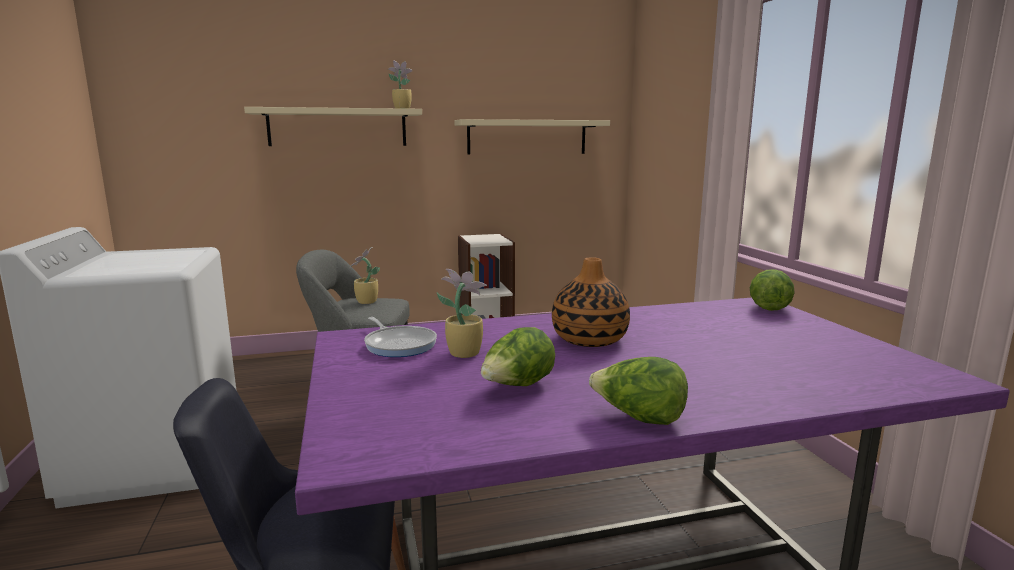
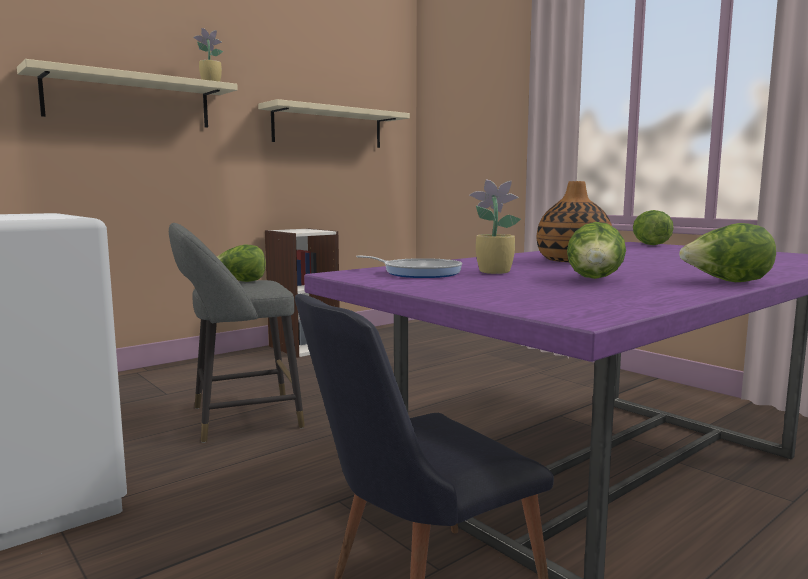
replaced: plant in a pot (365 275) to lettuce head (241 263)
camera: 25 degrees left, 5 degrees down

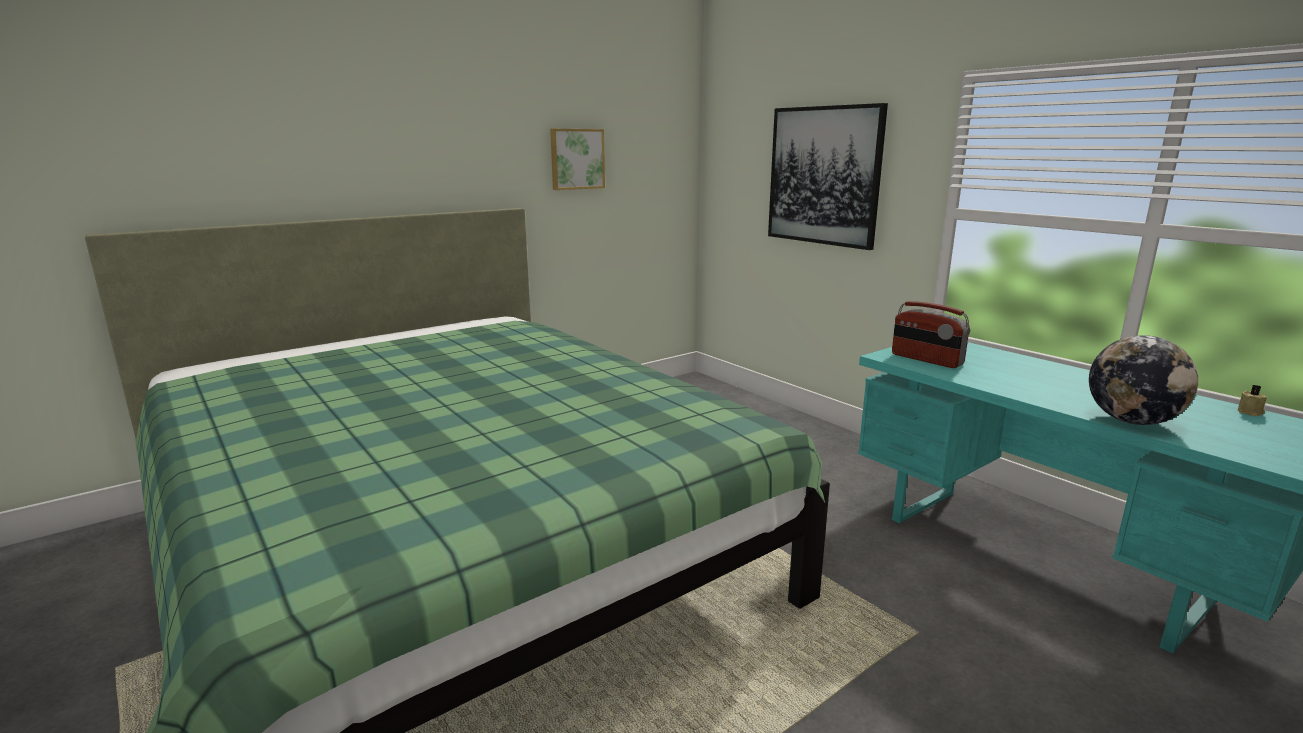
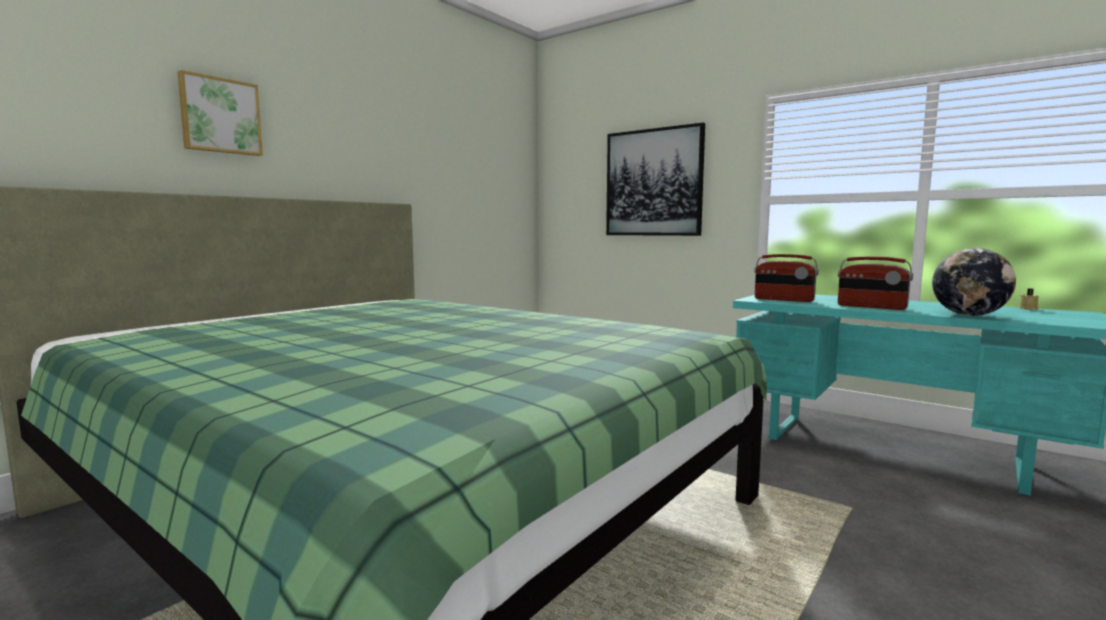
added: radio set (875 283)
moved: picture (577 159) to (220 113)
camera: 15 degrees left, 10 degrees down

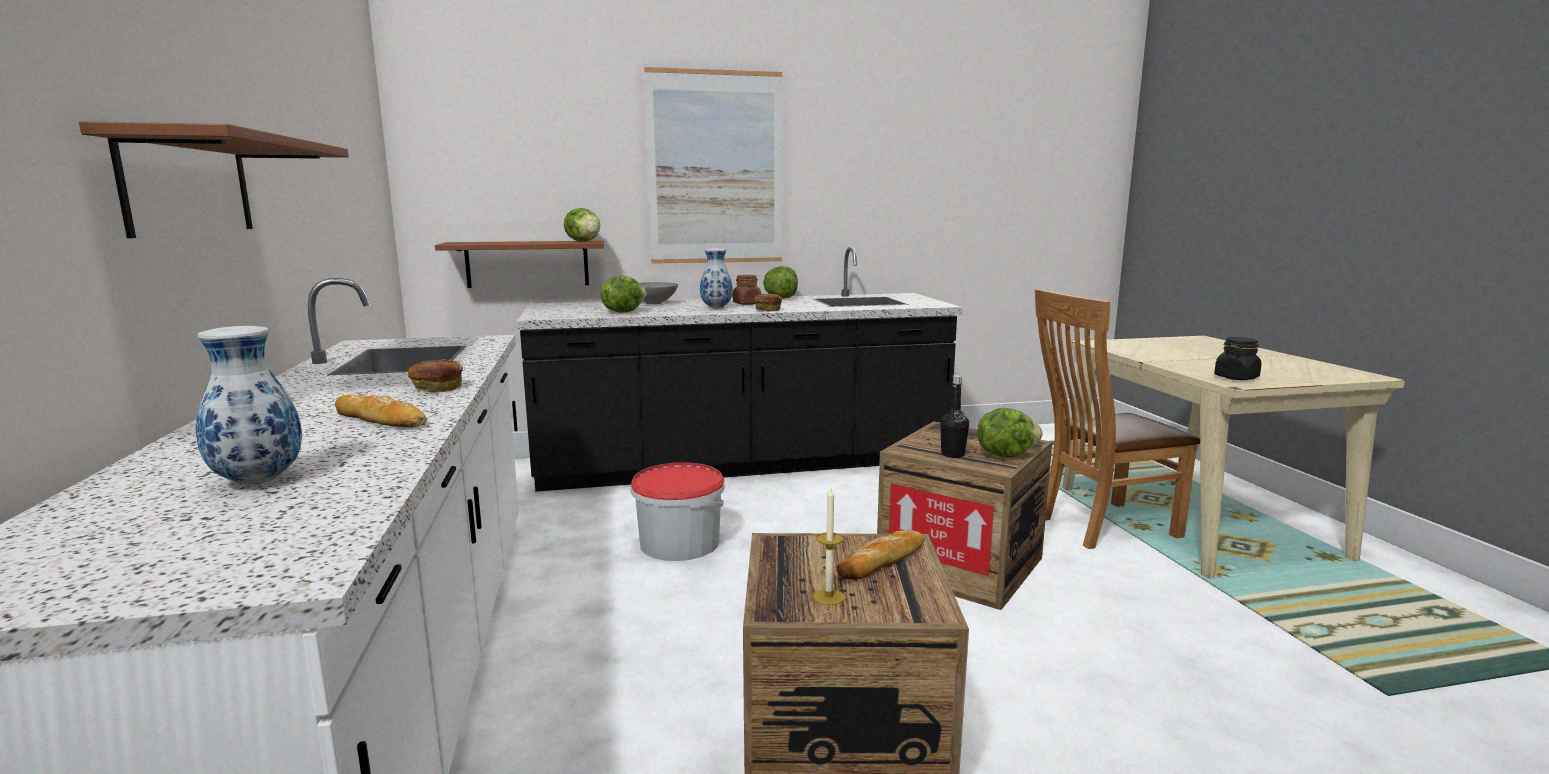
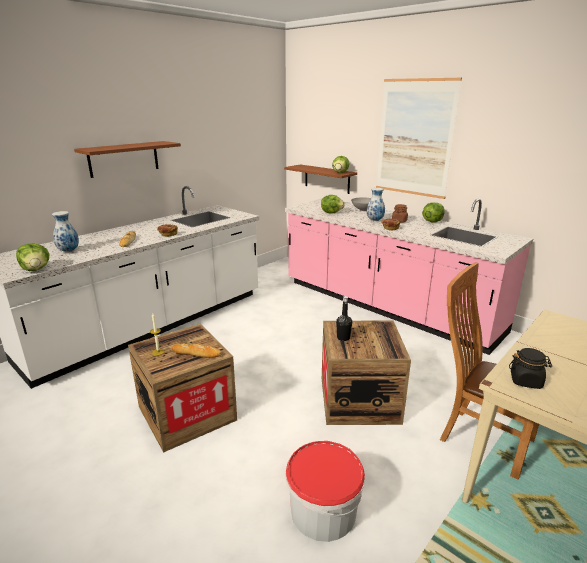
moved: lettuce head (1010 432) to (32 257); pail (678 511) to (325 491)
recoloured: black-coloured kitchen base unit (739 369) to pink kitchen base unit (409 276)
camera: 55 degrees right, 10 degrees up

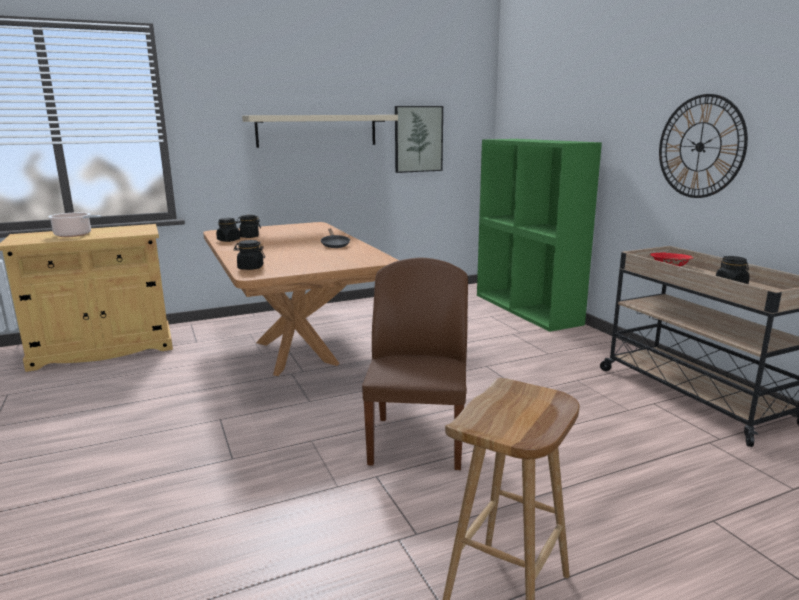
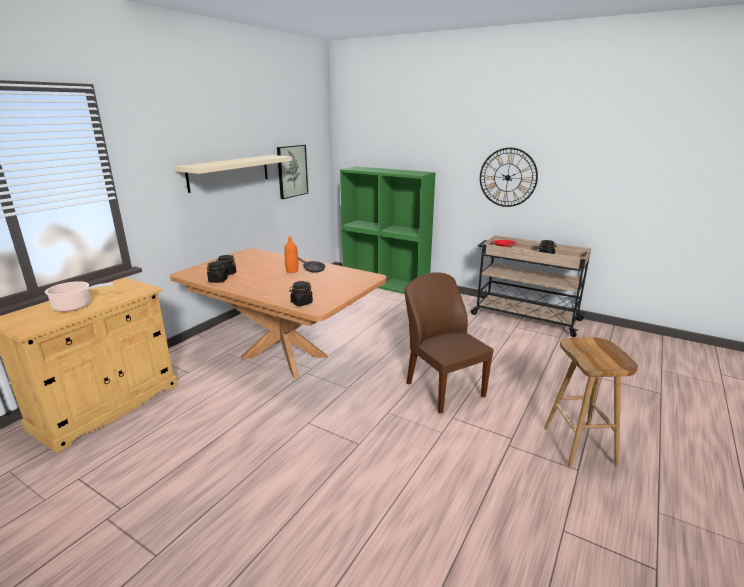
added: orange-coloured beverage bottle (291 255)
camera: 35 degrees left, 5 degrees up

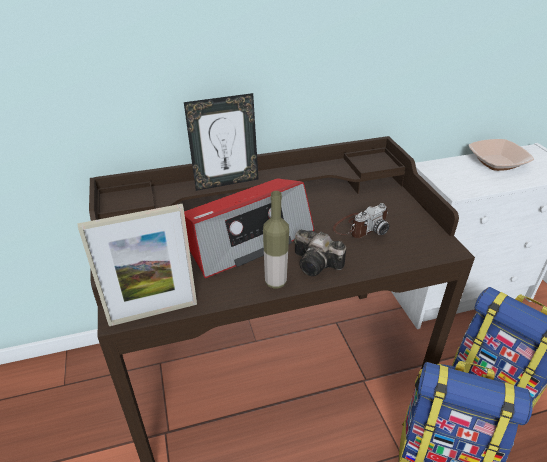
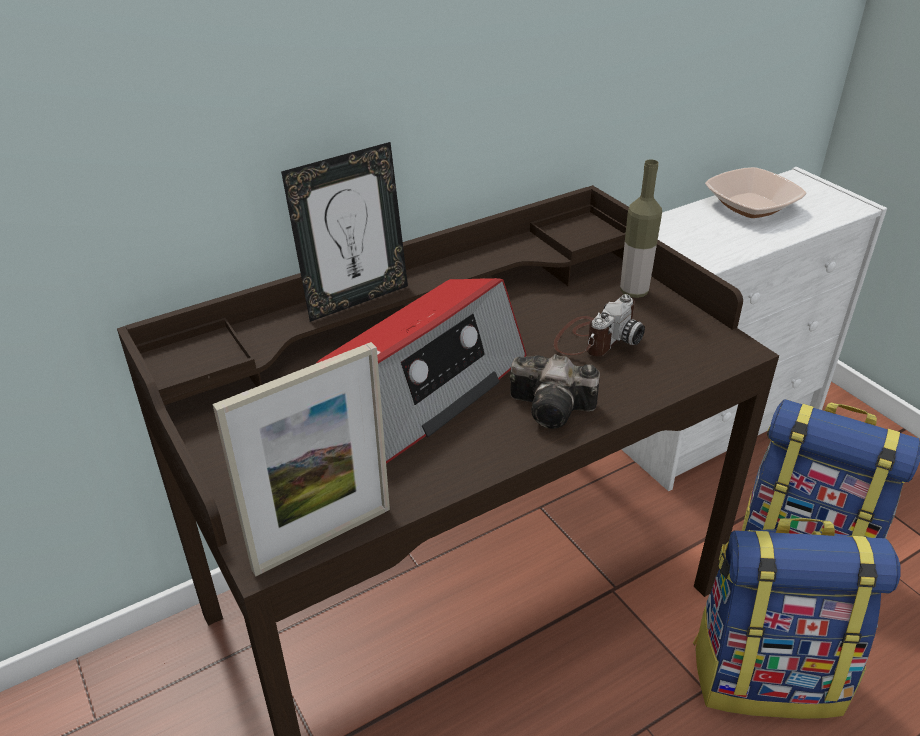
moved: beverage bottle (276 239) to (641 228)
camera: 15 degrees left, 0 degrees up

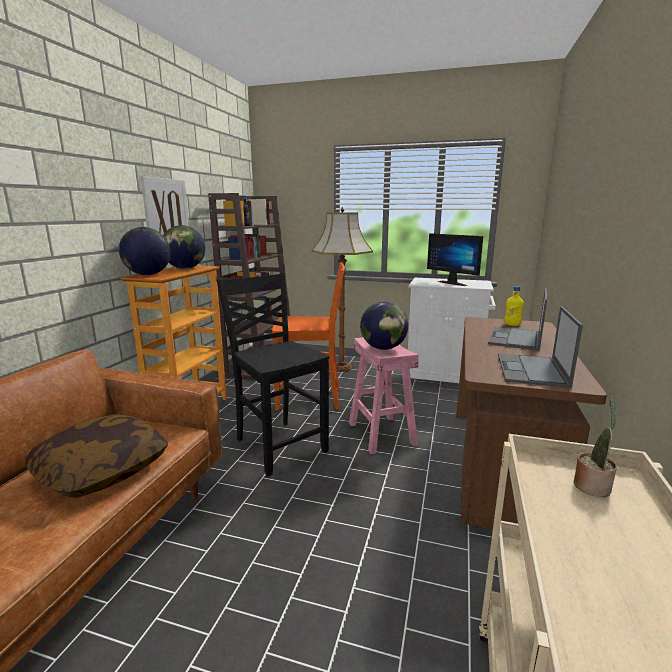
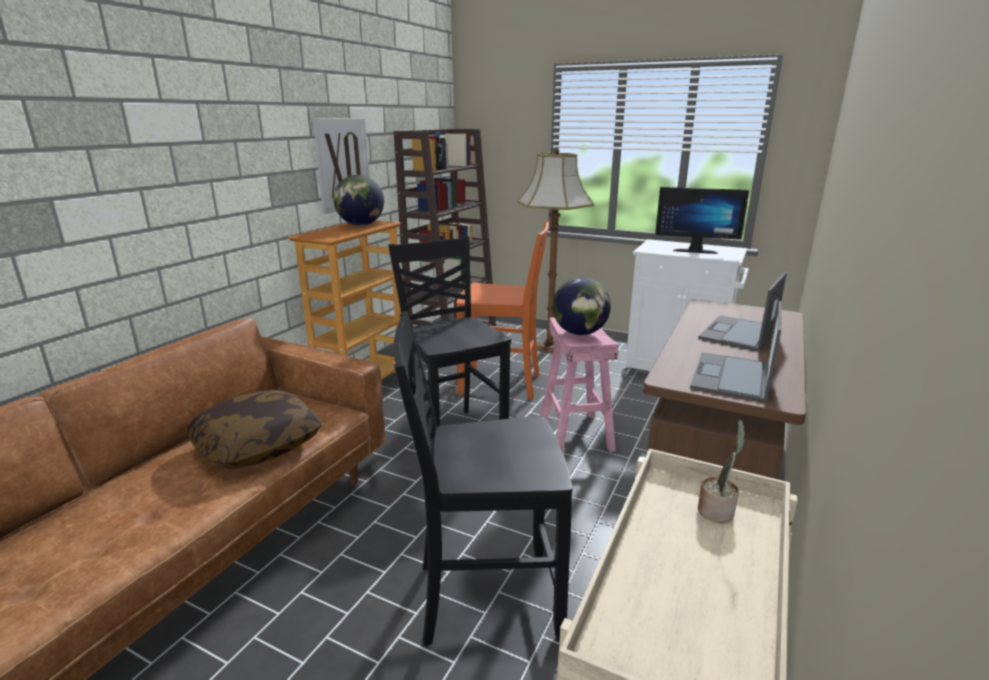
removed: globe (145 251); yellow beverage bottle (514 306)
added: black-coloured upright chair (483 478)
turned: monitor (455 259) = (702 220) 45 degrees counterclockwise
camera: 10 degrees right, 5 degrees up

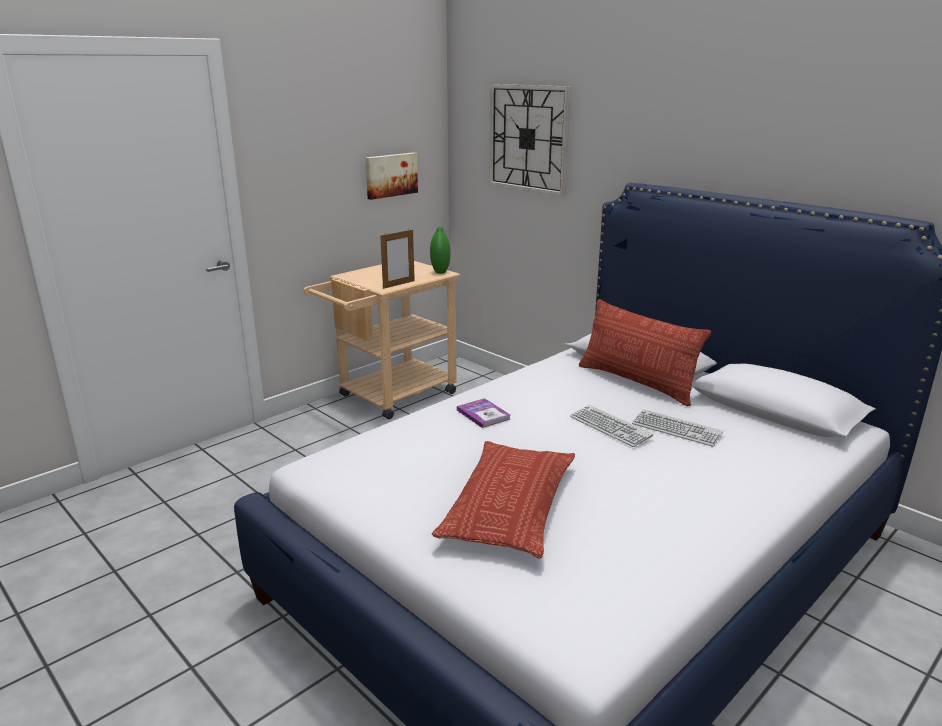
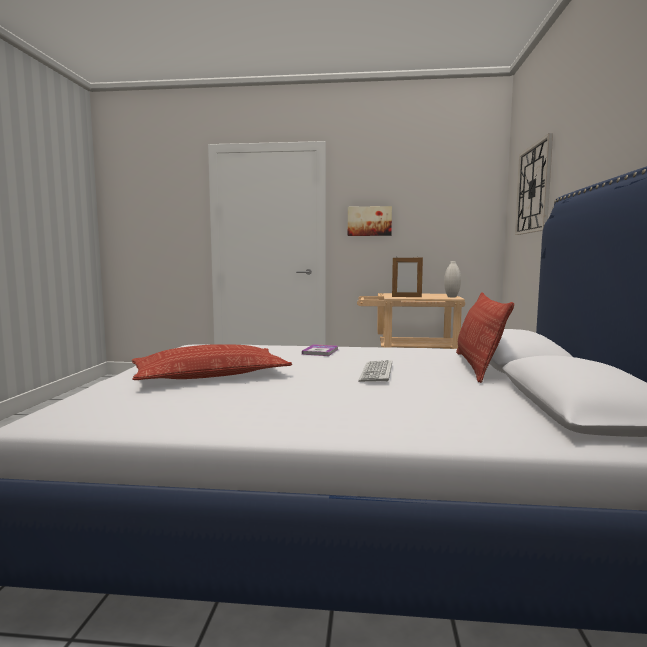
removed: keyboard (677 428)
moved: picture (391 176) to (370 221)
recoloured: greenish flower vase (440 250) to white flower vase (452 279)
camera: 50 degrees right, 15 degrees down

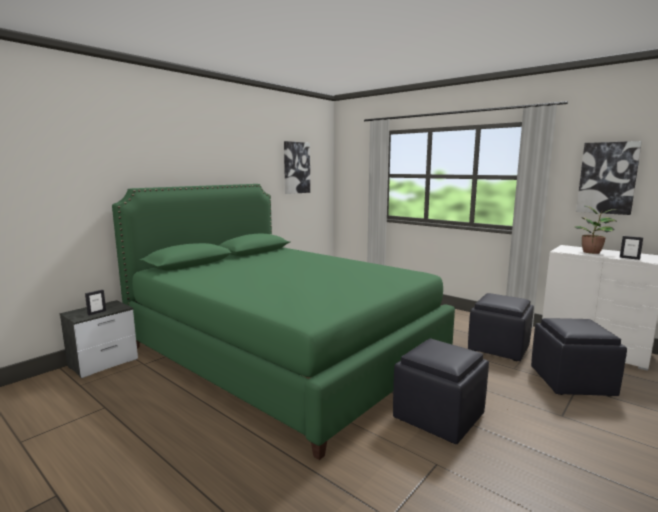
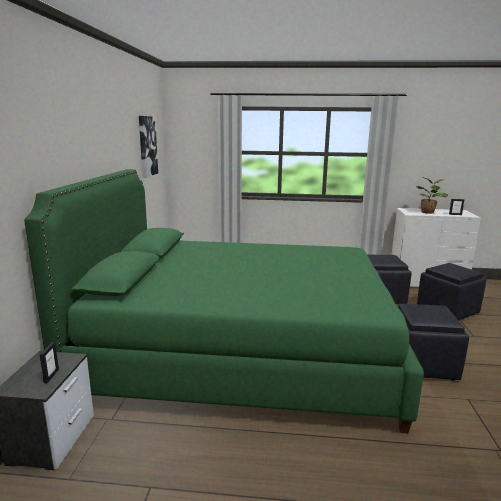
removed: picture (609 178)
camera: 35 degrees left, 5 degrees up

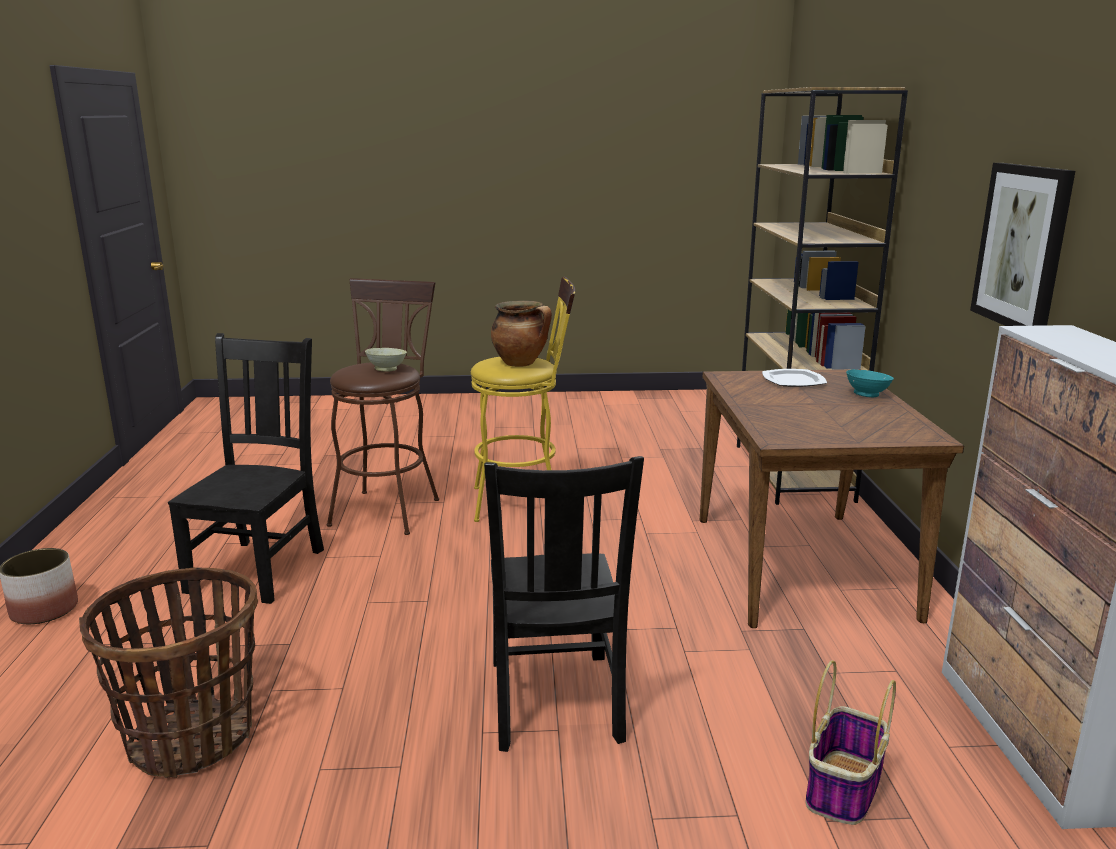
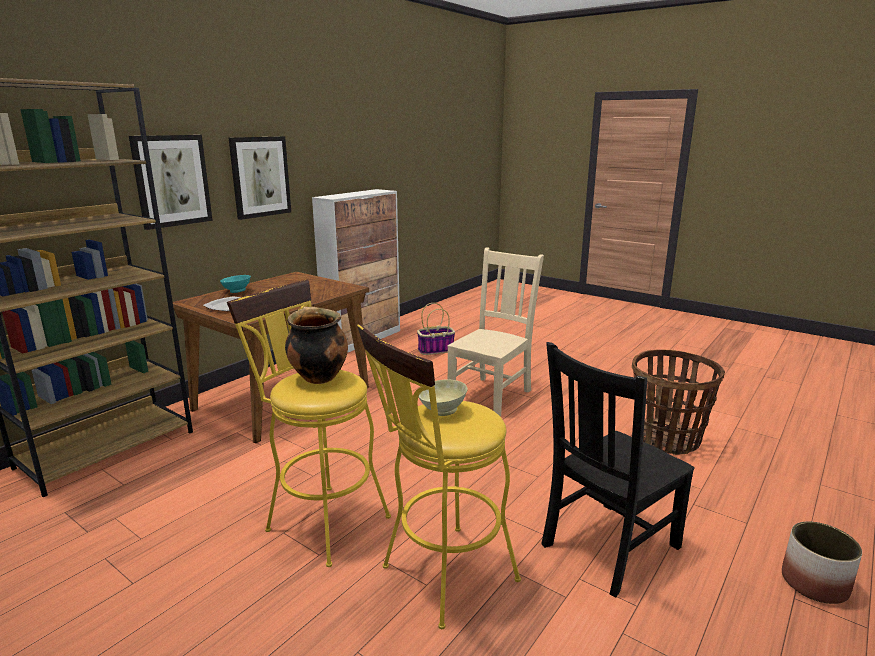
added: picture (171 182)
recoloured: brown sitting stool (383 406) to yellow sitting stool (439 476); black-coloured upright chair (564 604) to beige upright chair (495 331)
camera: 140 degrees left, 0 degrees up

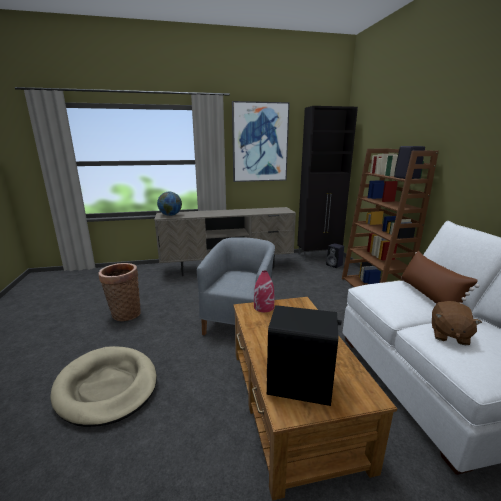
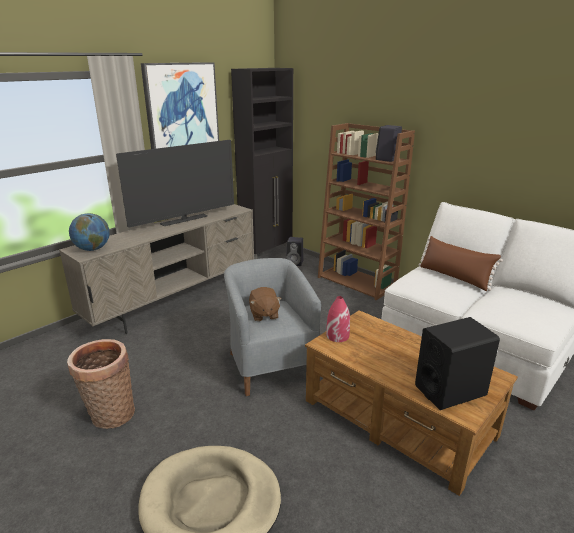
added: television (175 184)
moved: brown plush toy (457 323) to (265 304)
camera: 35 degrees left, 5 degrees up

